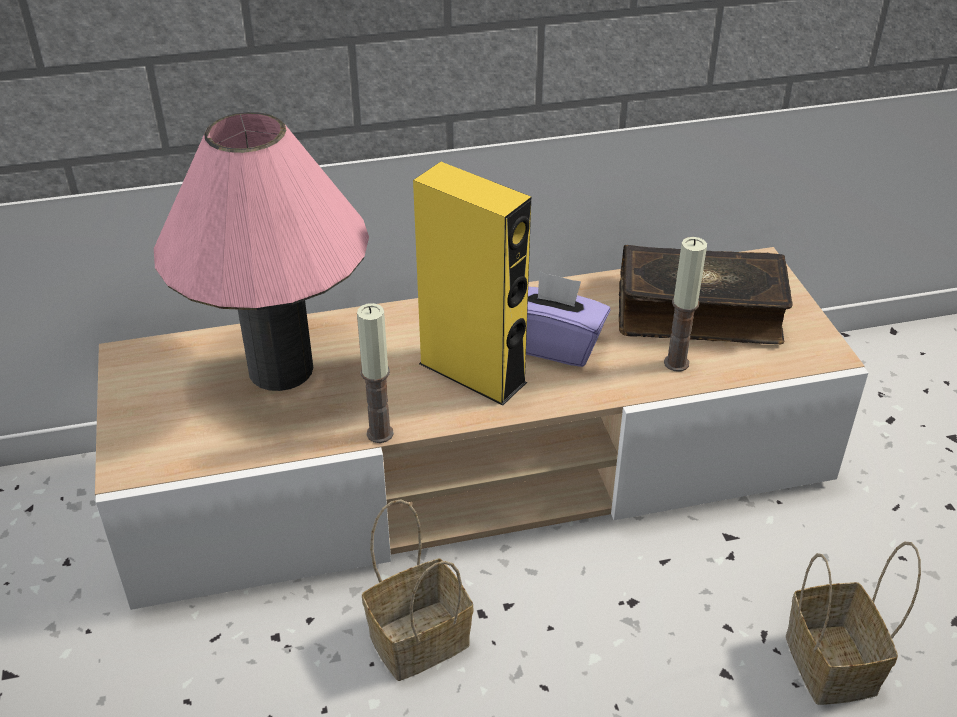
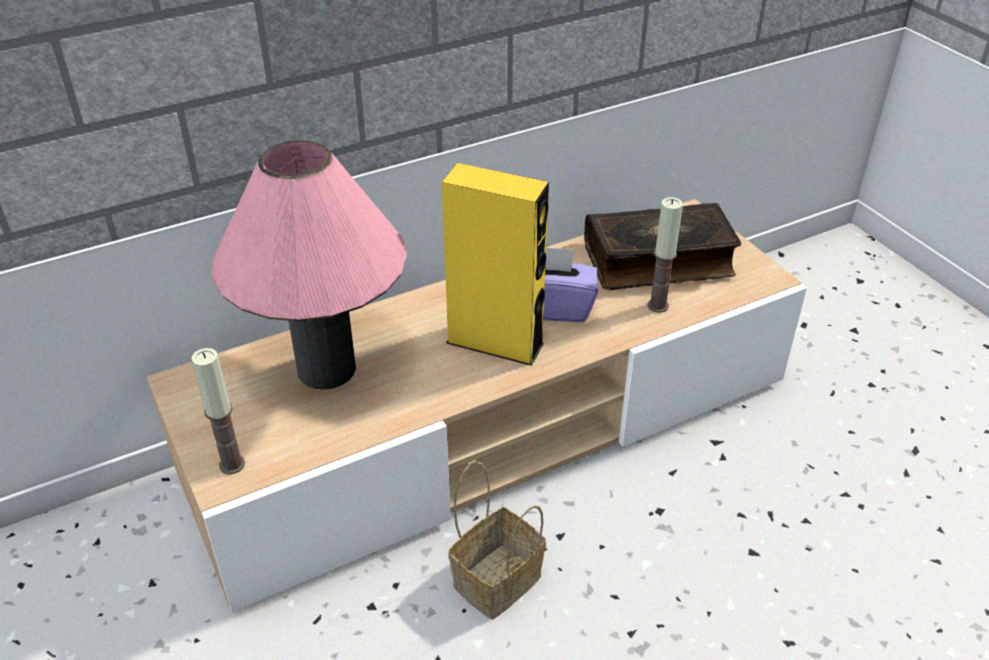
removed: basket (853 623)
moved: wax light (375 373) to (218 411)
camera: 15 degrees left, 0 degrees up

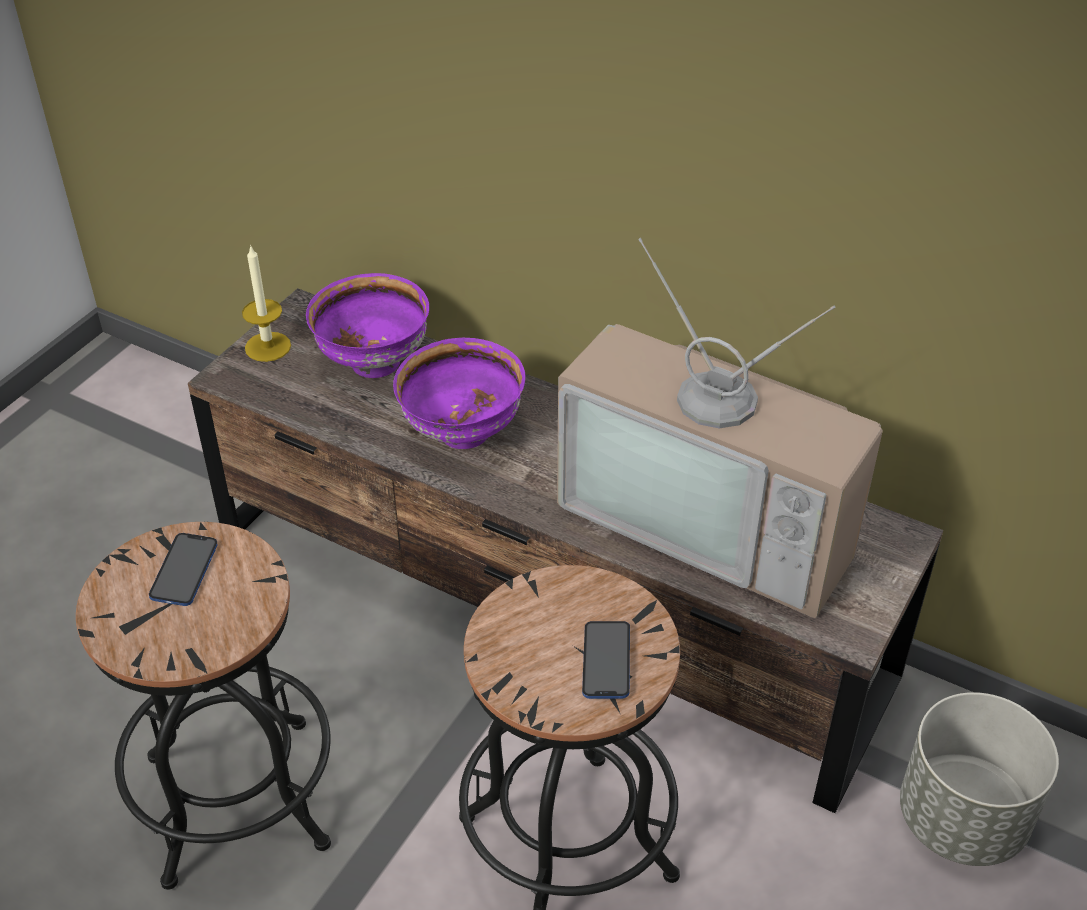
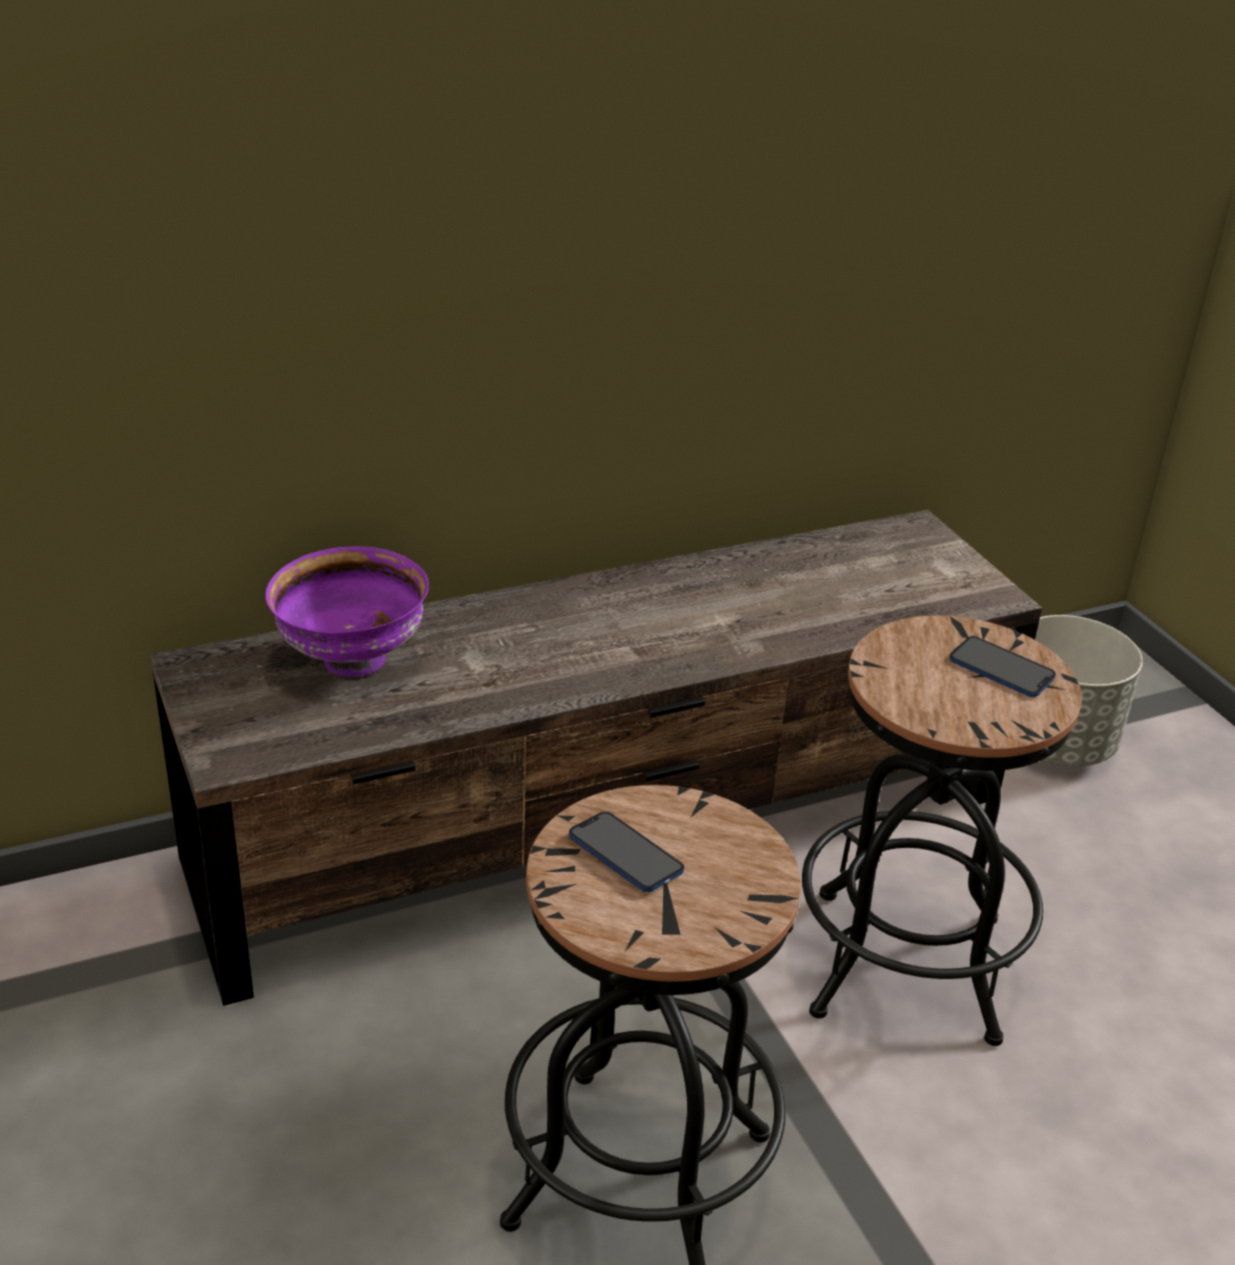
removed: television (720 428); wax light (266 303); purple serving bowl (459 393)
camera: 55 degrees left, 10 degrees down

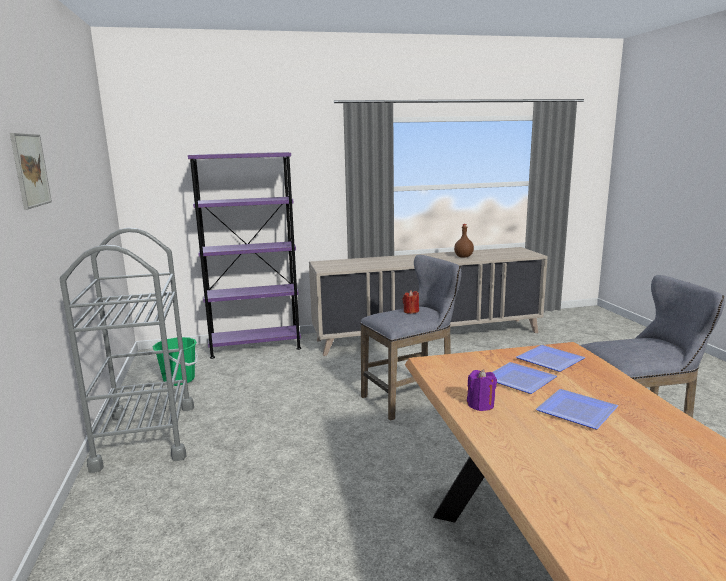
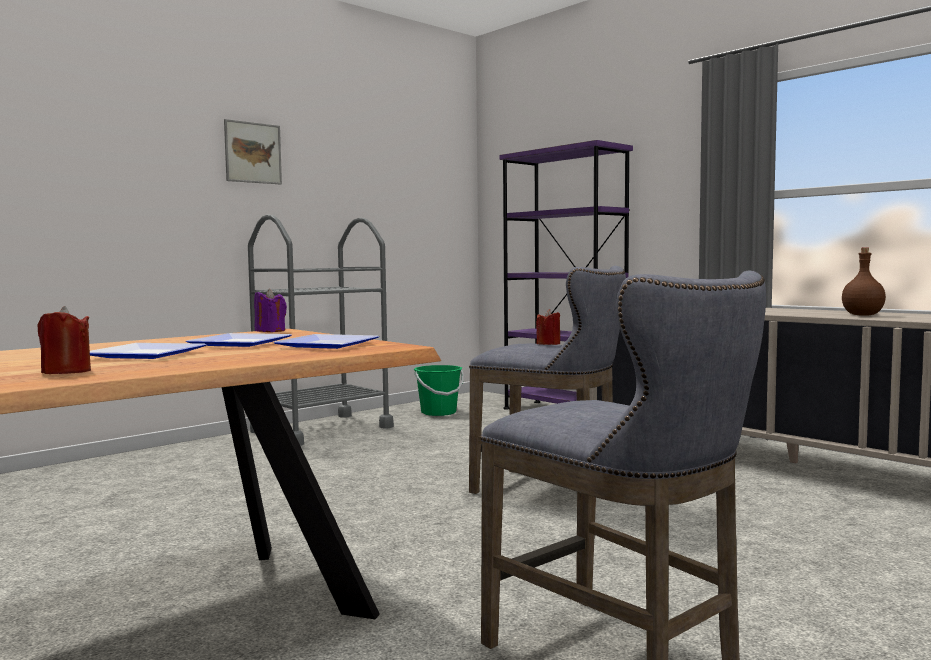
added: reddish wax light (64 340)
moved: purple wax light (482 390) to (270 310)
camera: 60 degrees right, 10 degrees down

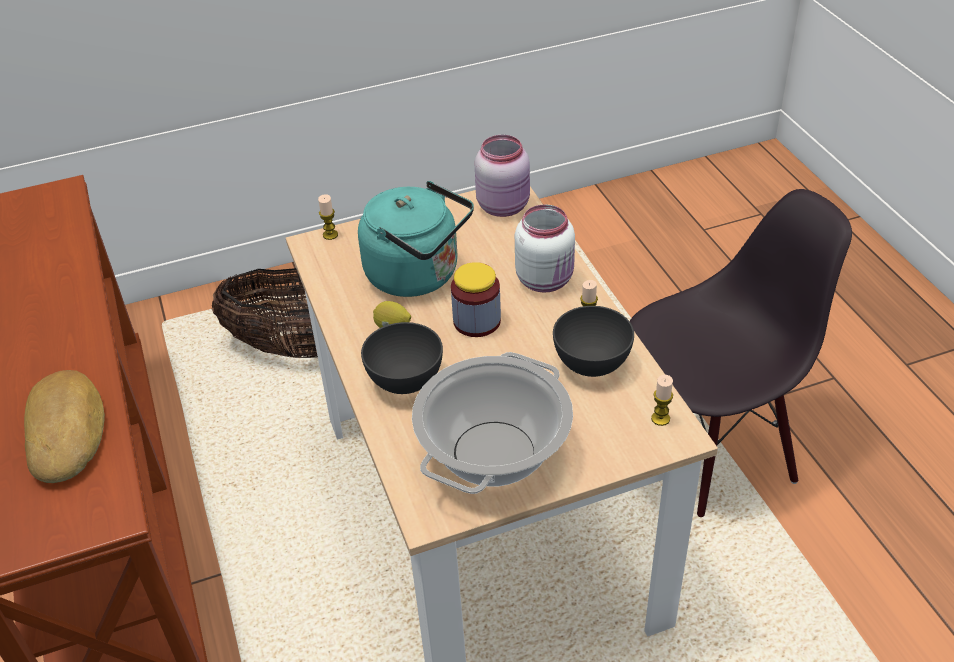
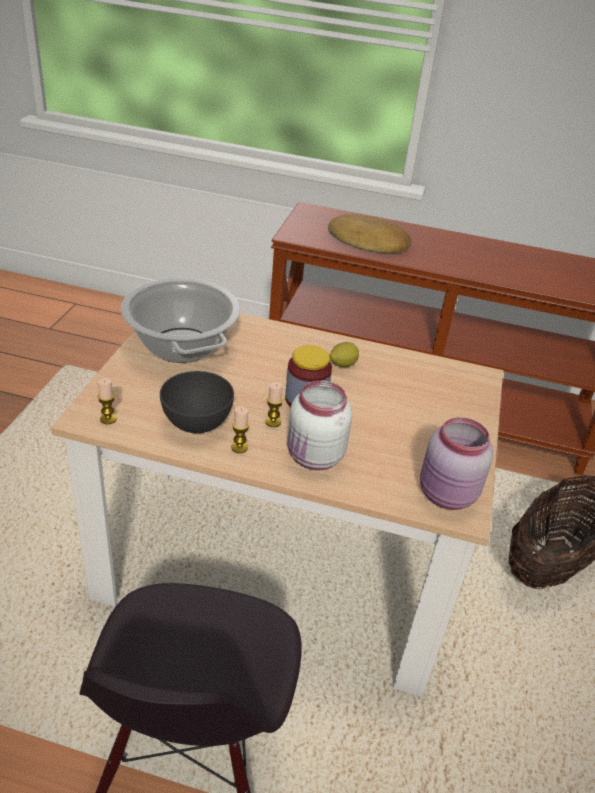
removed: turquoise-coloured tea kettle (416 239); grey serving bowl (402 358)
moved: wax light (328 217) to (274 404)
camera: 120 degrees right, 5 degrees down

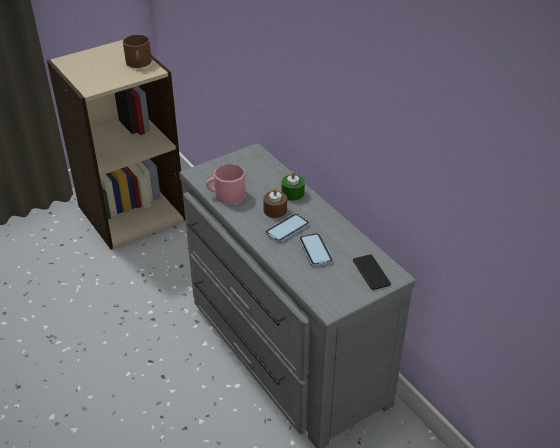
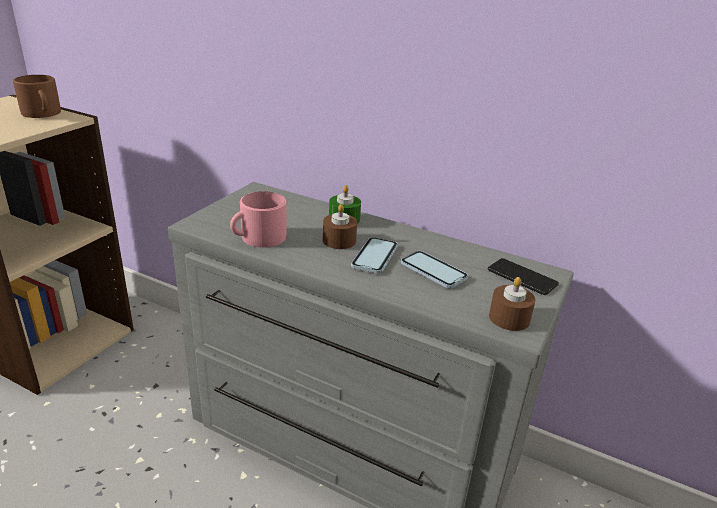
added: brown wax light (512 304)
camera: 30 degrees left, 10 degrees down

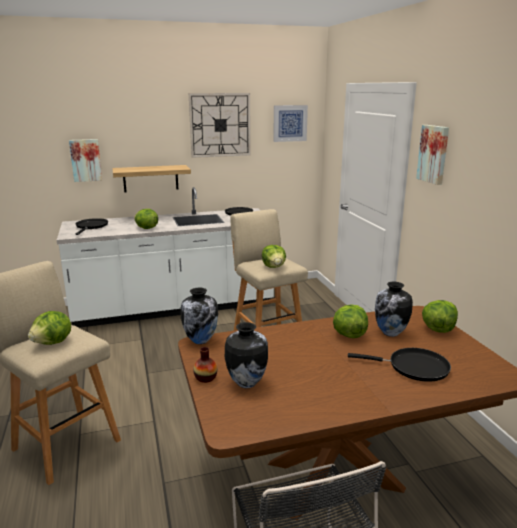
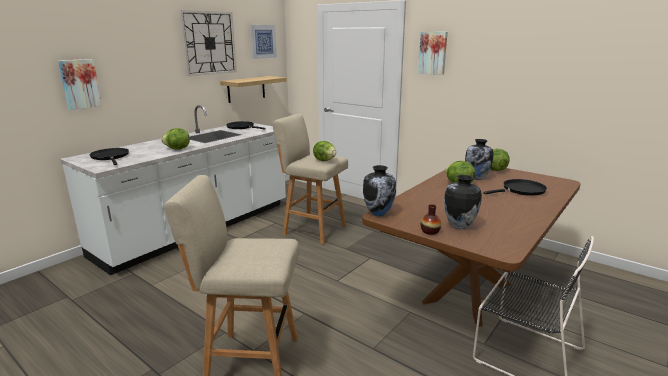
removed: lettuce head (49 328)
moved: bracket shelf (151 179) to (253 89)
camera: 35 degrees left, 0 degrees up

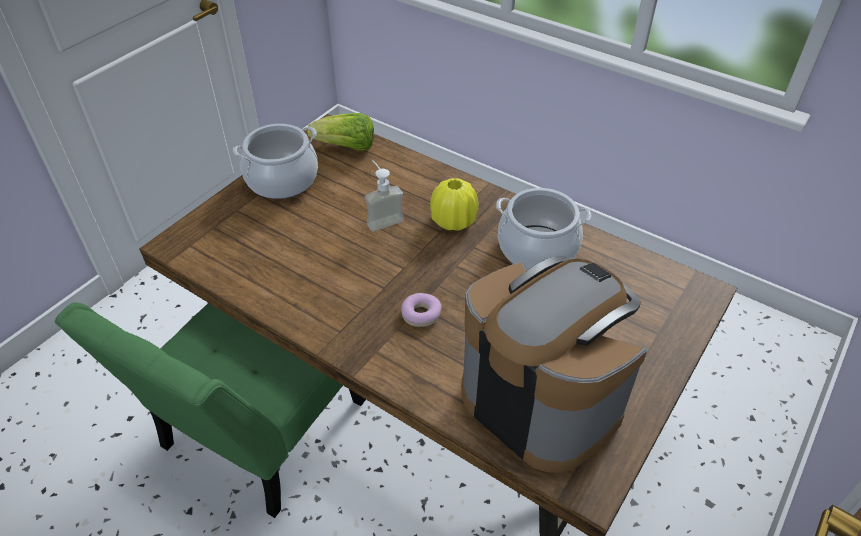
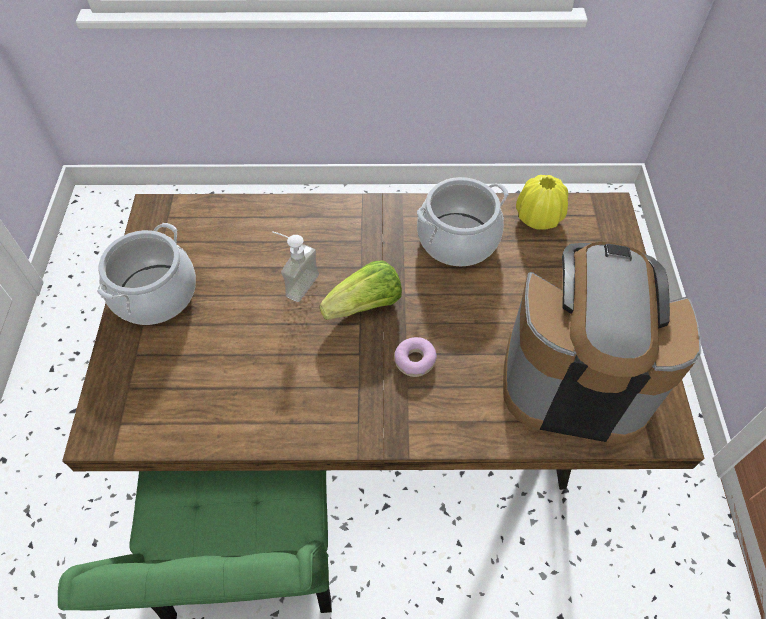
moved: lettuce head (341 132) to (360 290); yellow flower vase (454 204) to (542 202)
camera: 35 degrees left, 10 degrees up

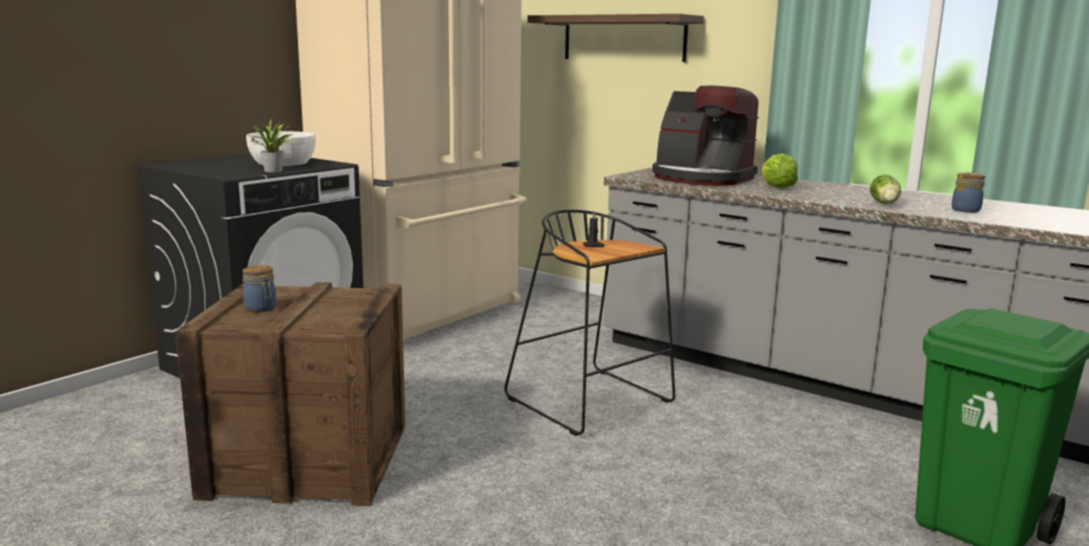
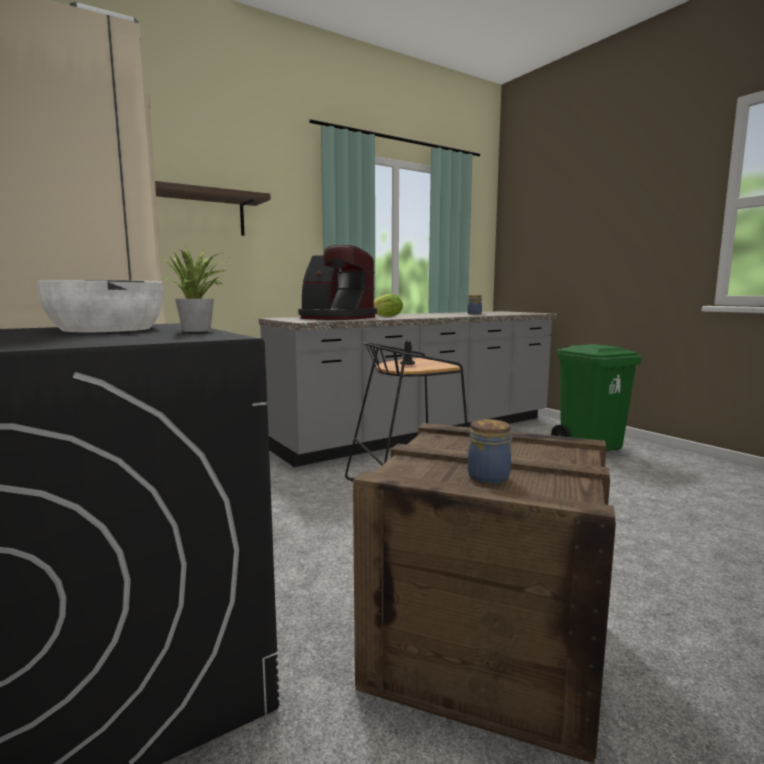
removed: lettuce head (885 189)
turned: coffee maker (705 136) = (337 282) 60 degrees clockwise
camera: 70 degrees left, 5 degrees down

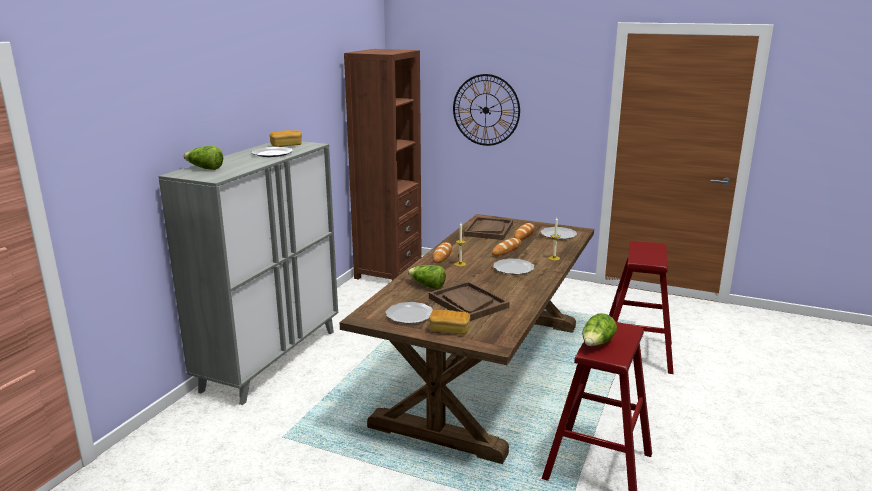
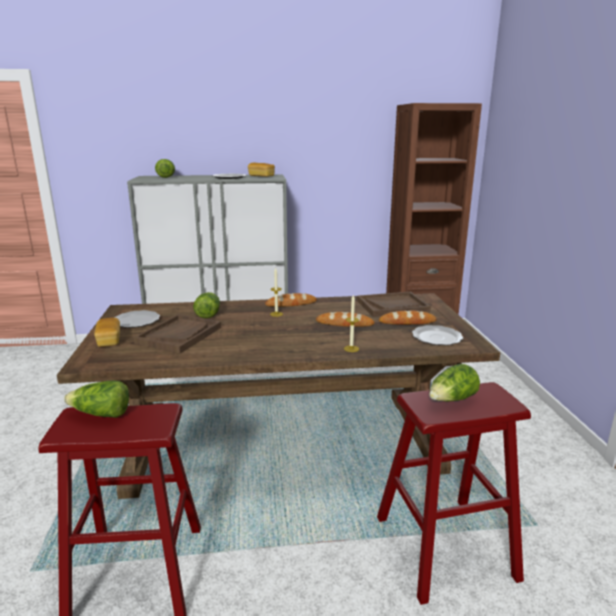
removed: wall clock (486 110); dinner plate (513 266)
added: lettuce head (454 383)
camera: 60 degrees right, 0 degrees up

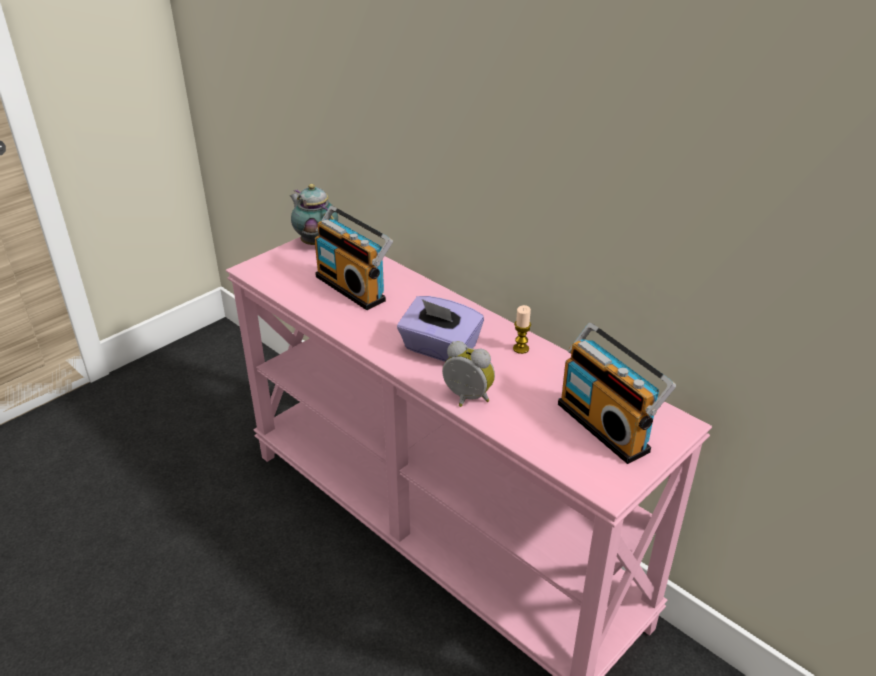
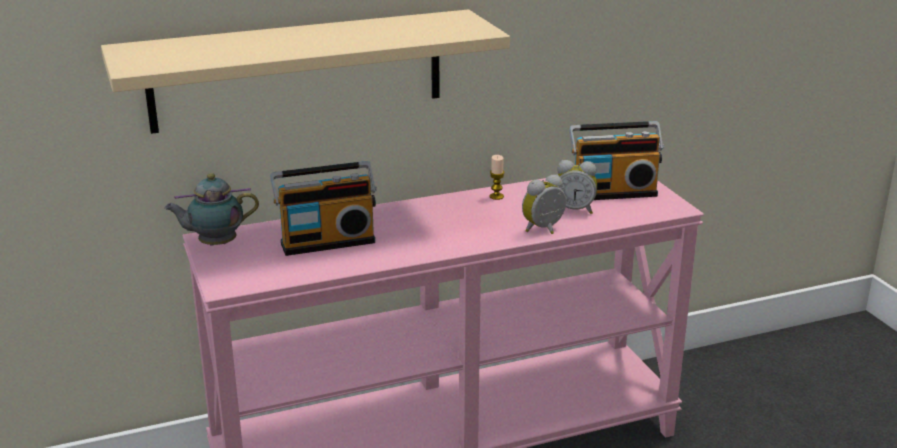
removed: purple box of tissues (440 329)
added: beige bracket shelf (305 71); bedside clock (576 187)
camera: 65 degrees left, 10 degrees down

